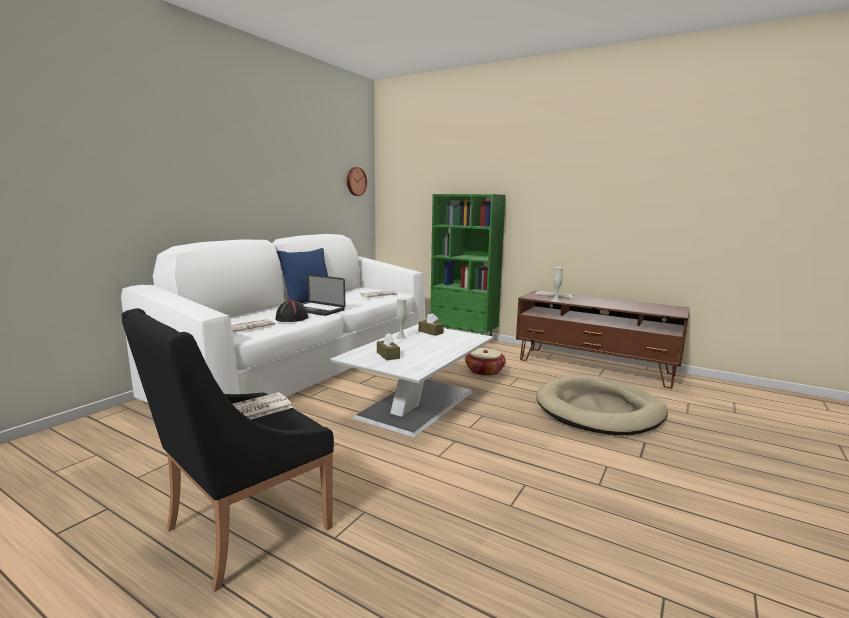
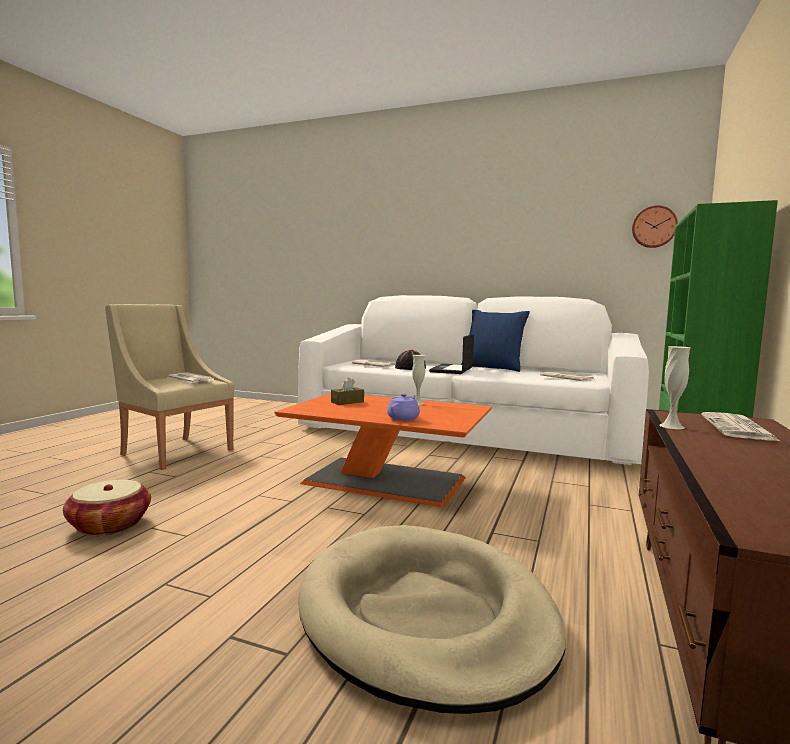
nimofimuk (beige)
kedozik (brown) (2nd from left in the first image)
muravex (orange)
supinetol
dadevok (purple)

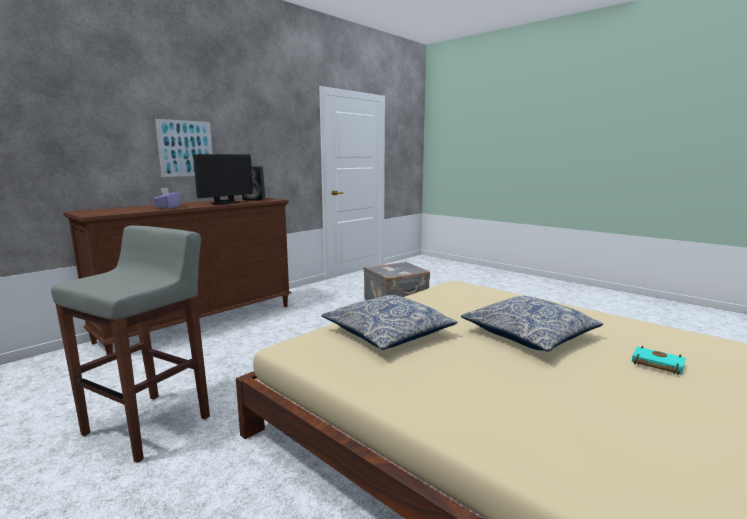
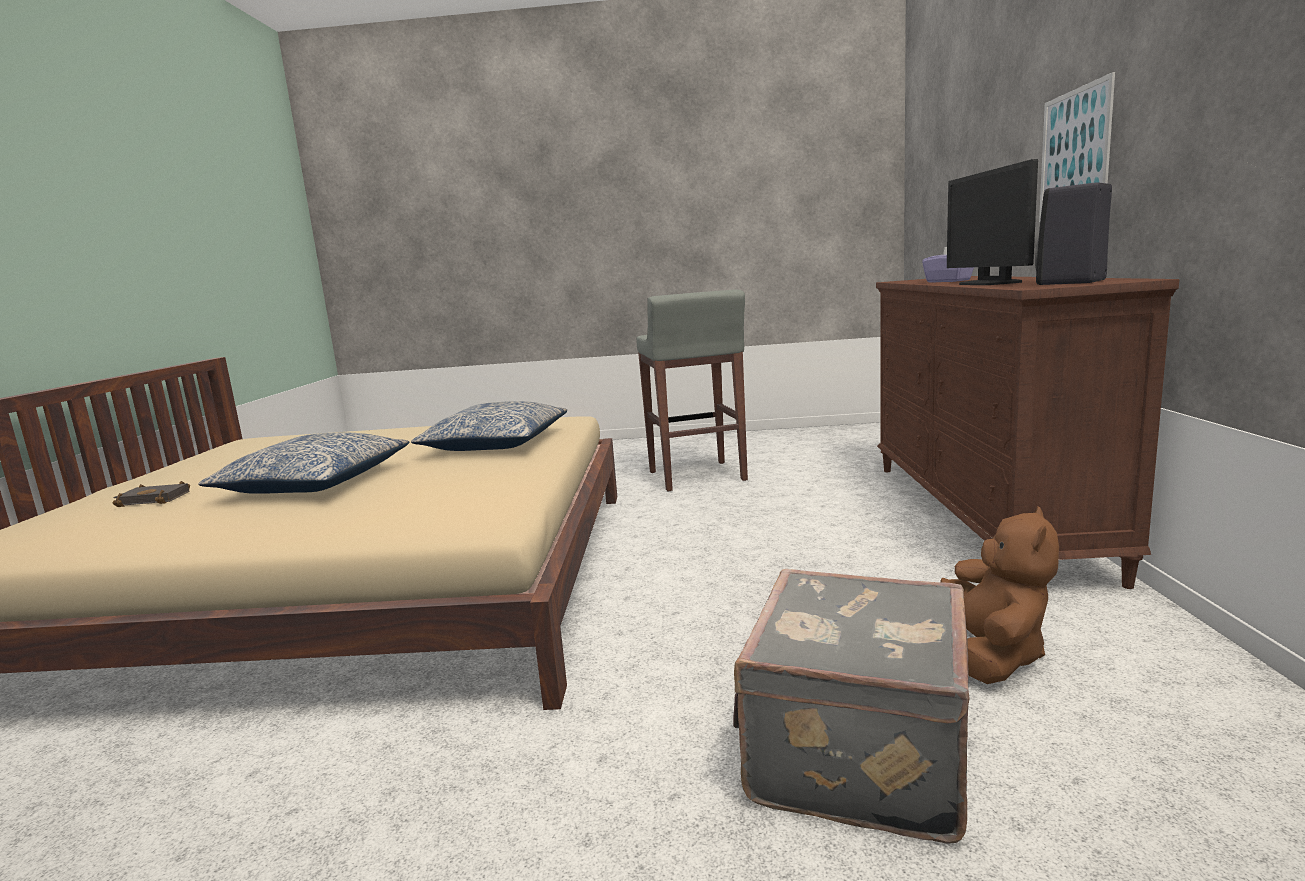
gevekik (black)
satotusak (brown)

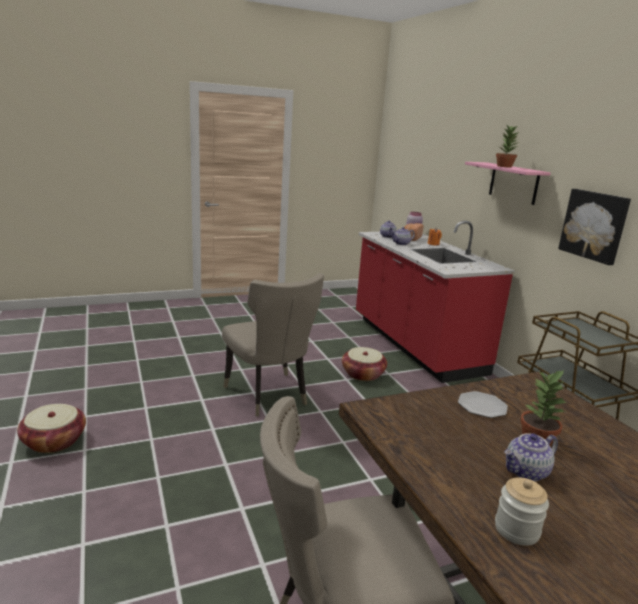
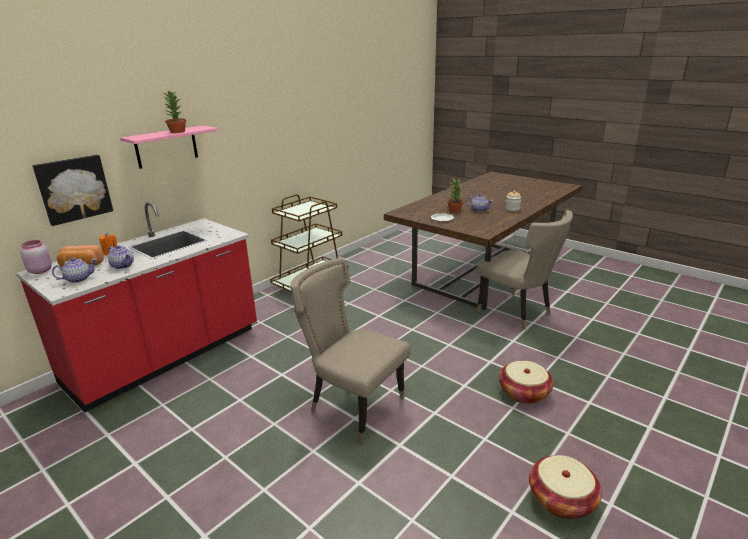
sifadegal
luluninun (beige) (1st from left)
supinetol (1st from left)

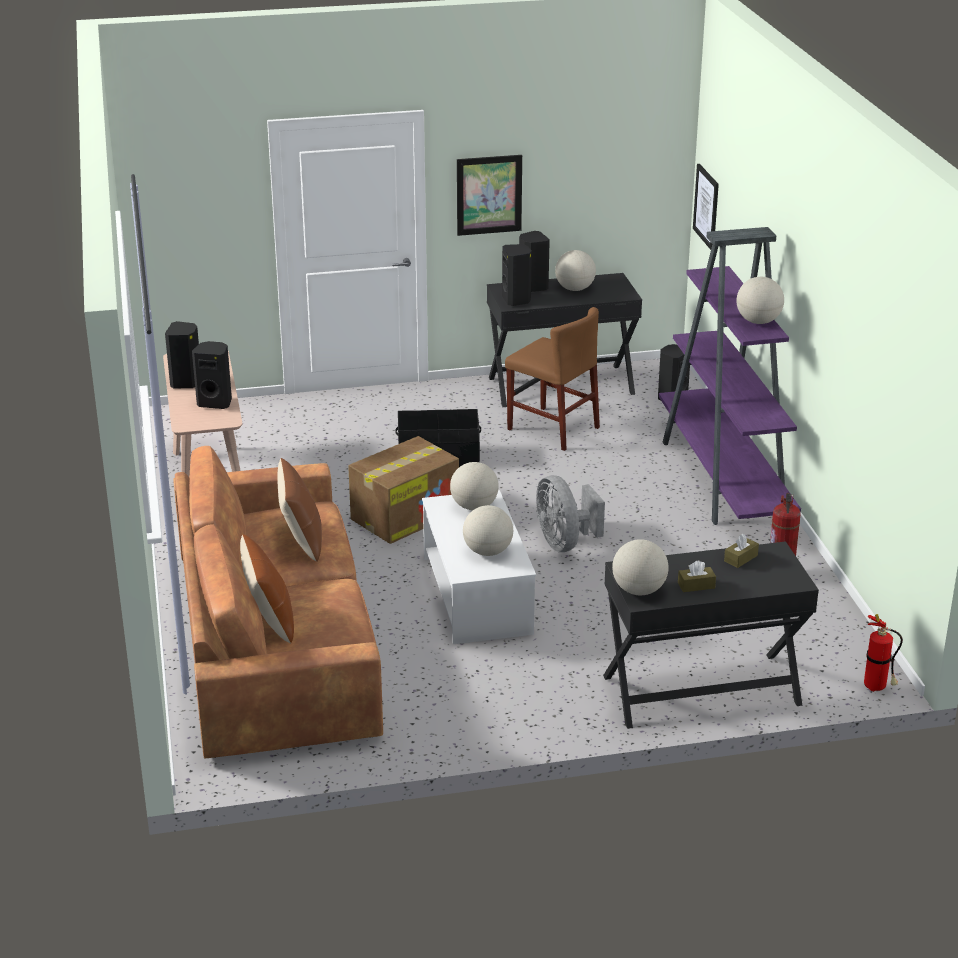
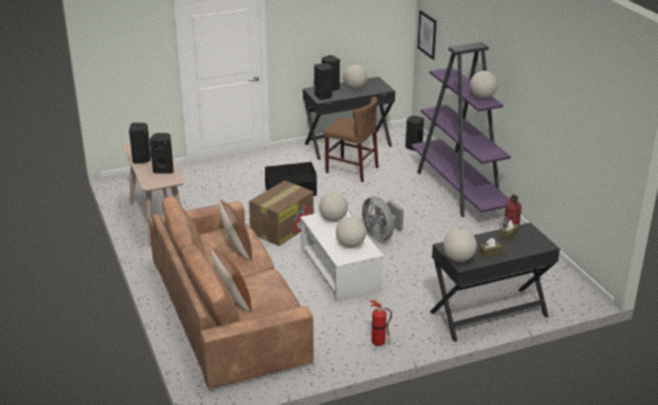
sifadegal (1st from left in the first image)
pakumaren (1st from left)

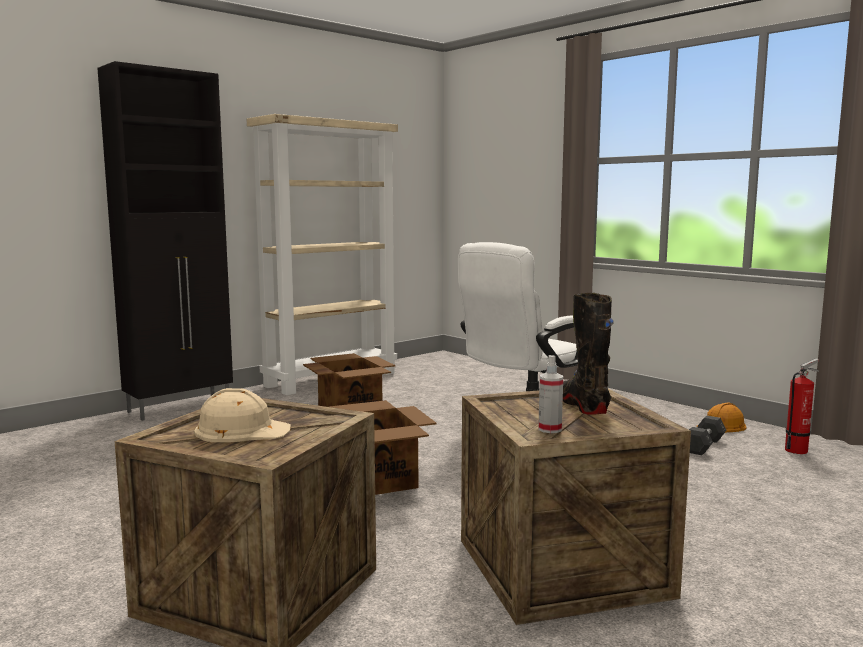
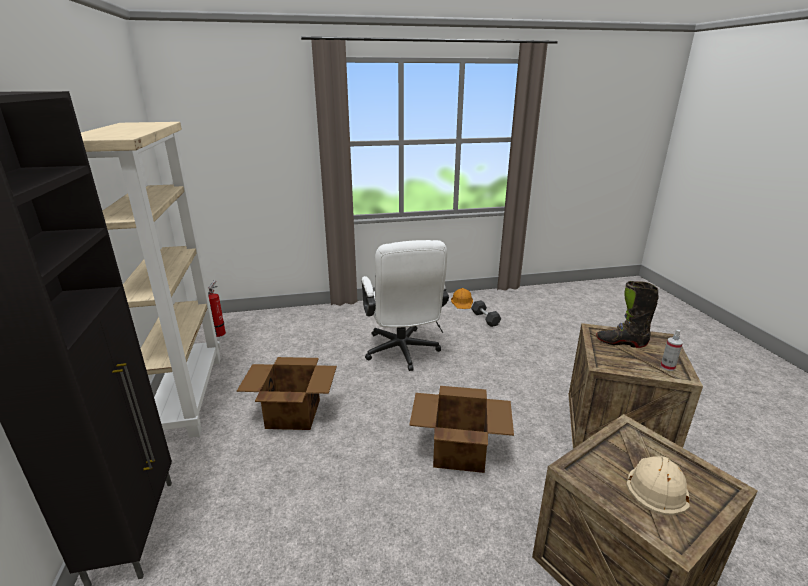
pakumaren

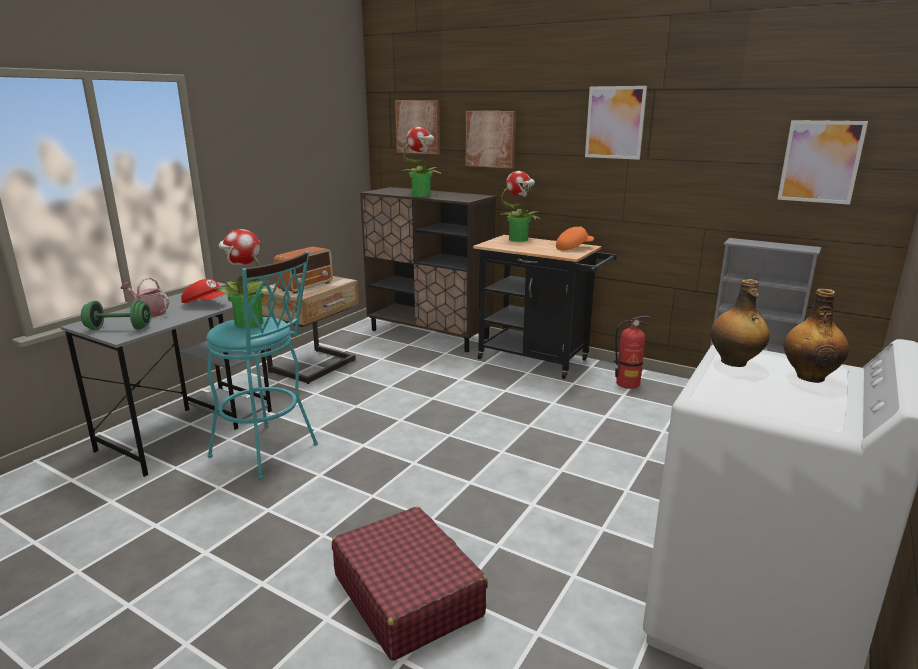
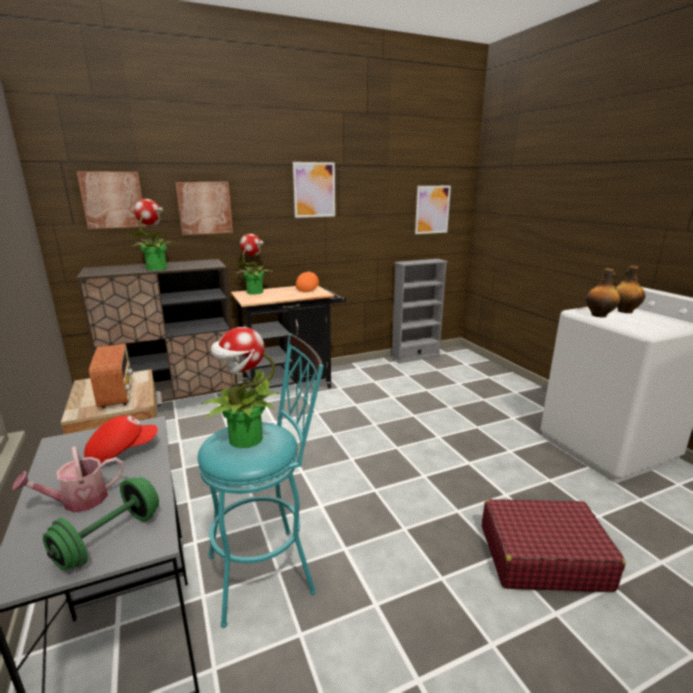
pakumaren

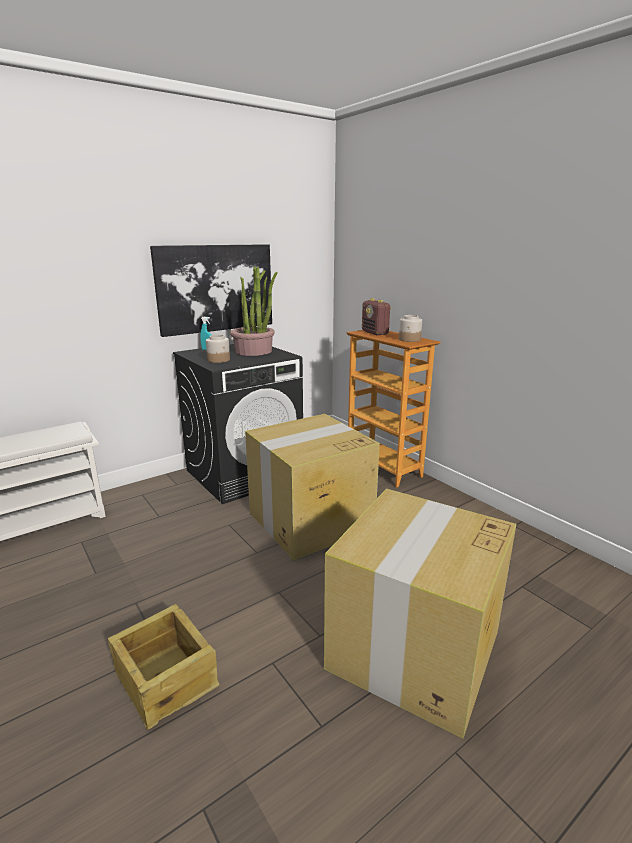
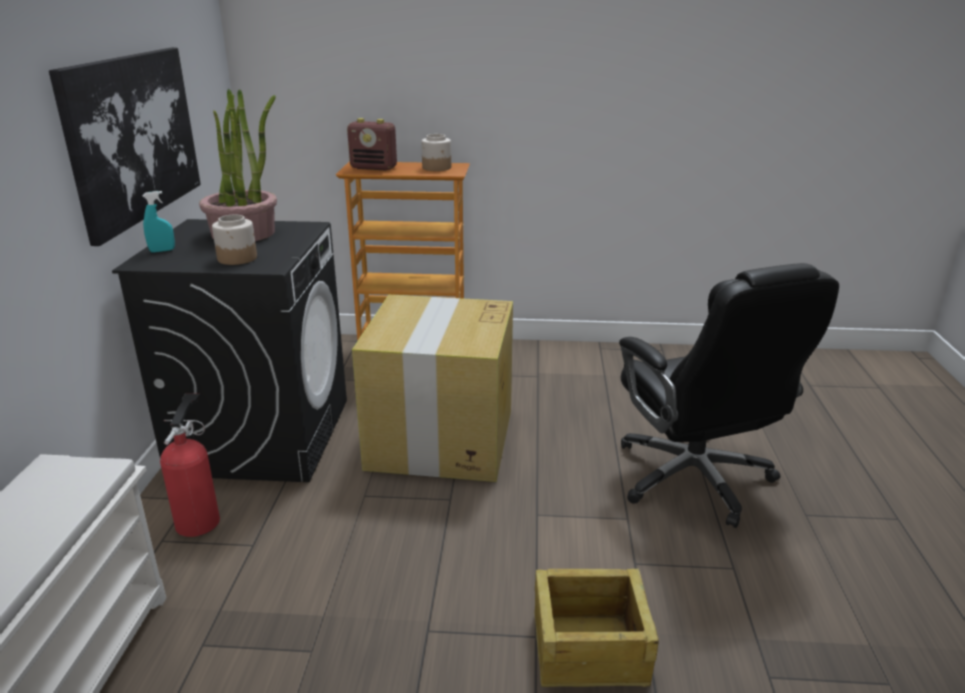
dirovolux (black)
pakumaren

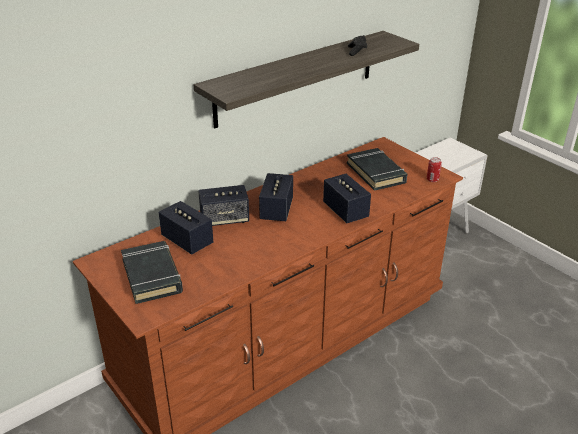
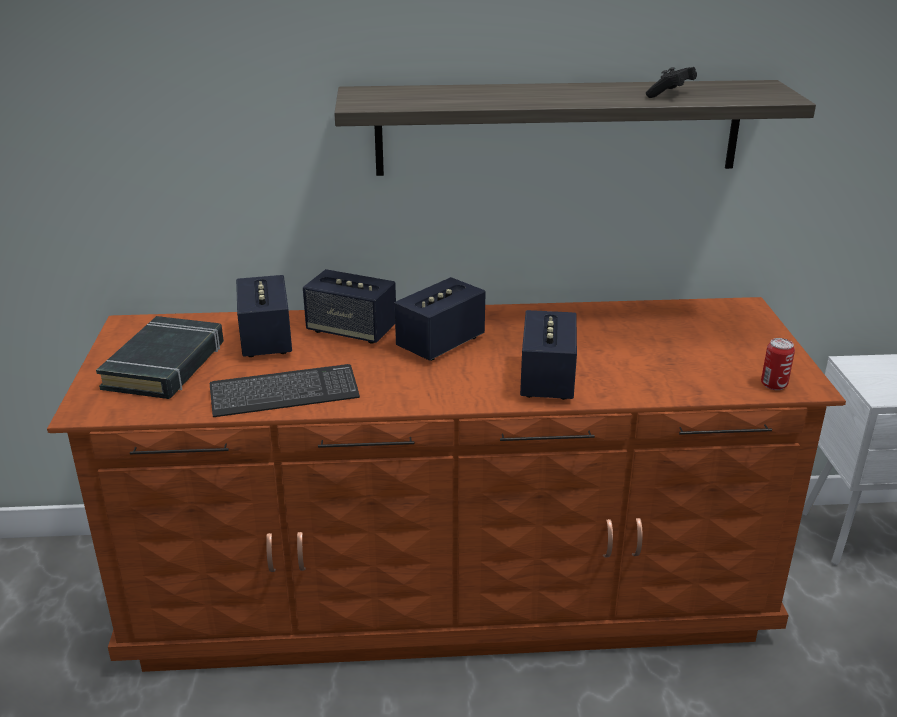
gevekik (black) (2nd from left in the first image)
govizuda

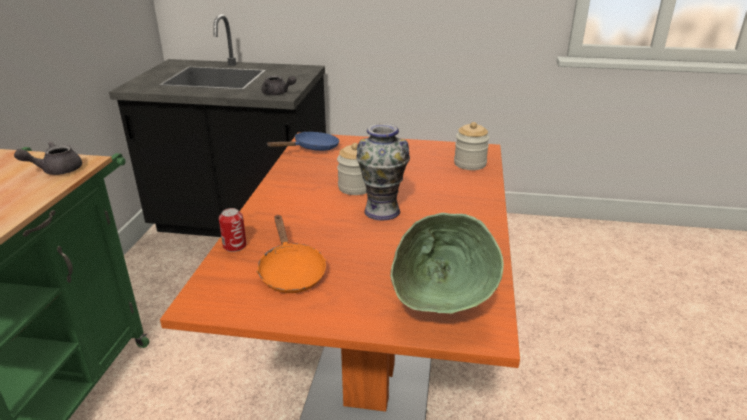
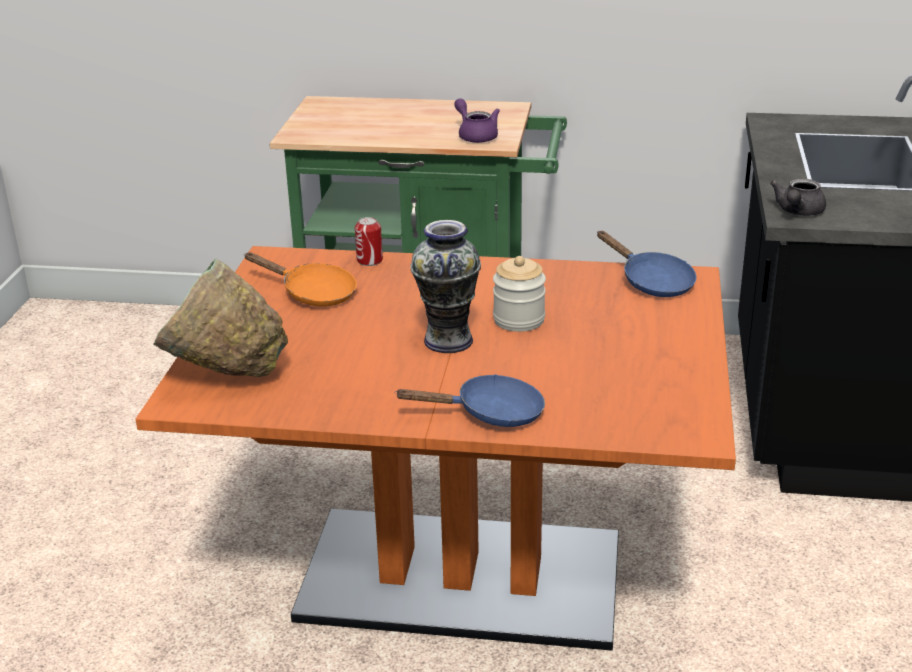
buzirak (2nd from left in the first image)
dadevok (purple)
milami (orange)
milami (blue) (1st from left)

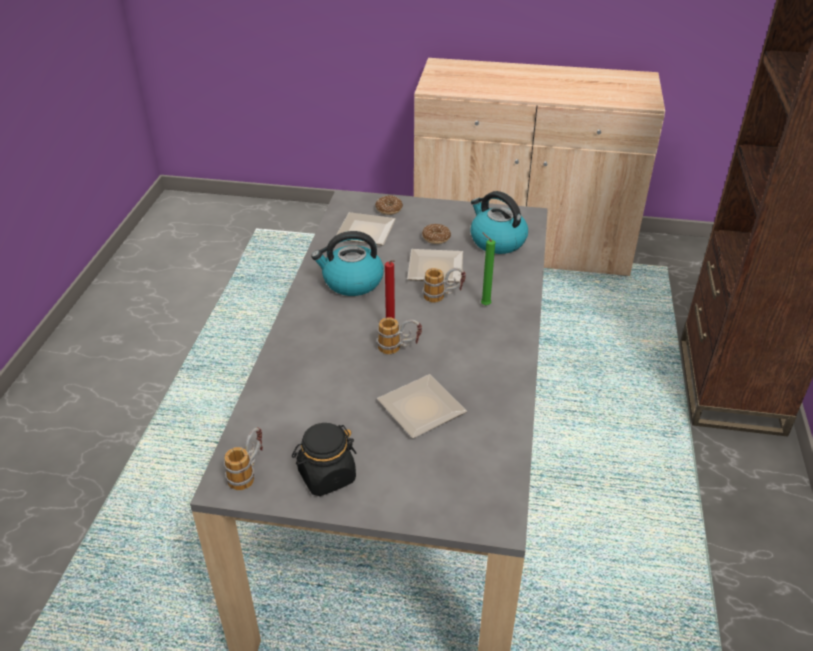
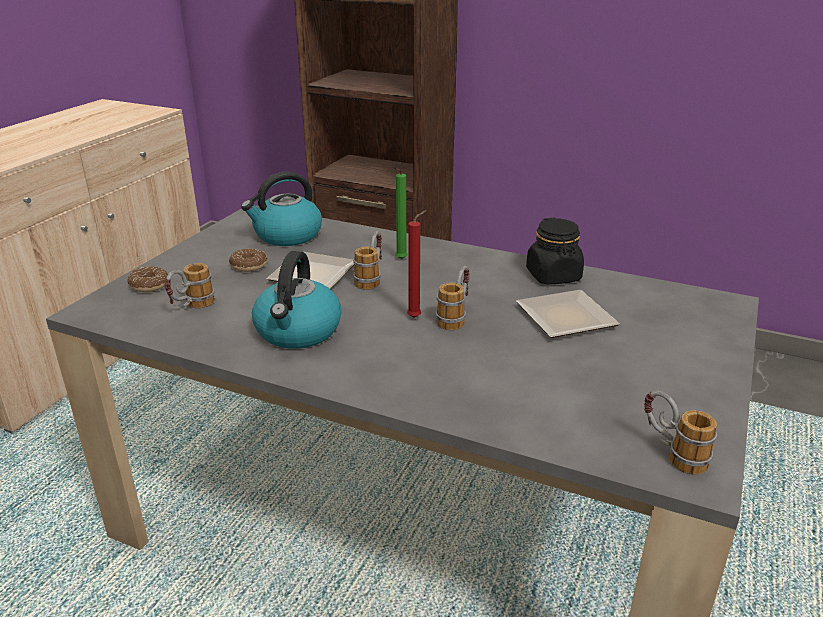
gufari (1st from left)
buzirak (black)

